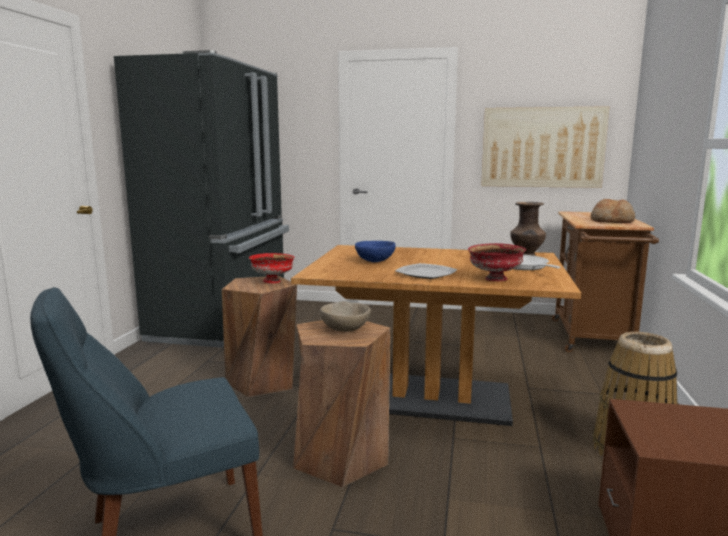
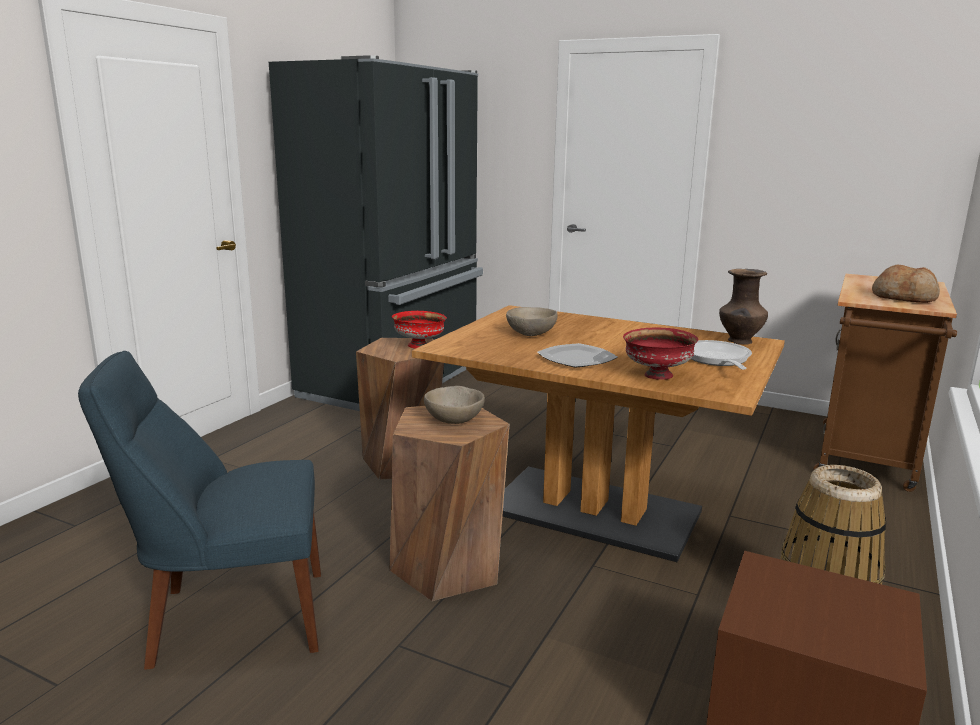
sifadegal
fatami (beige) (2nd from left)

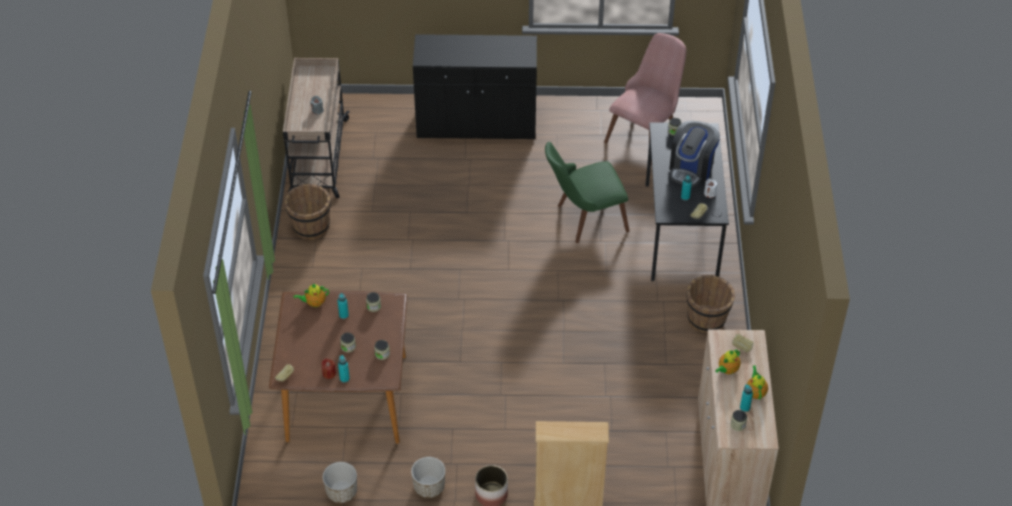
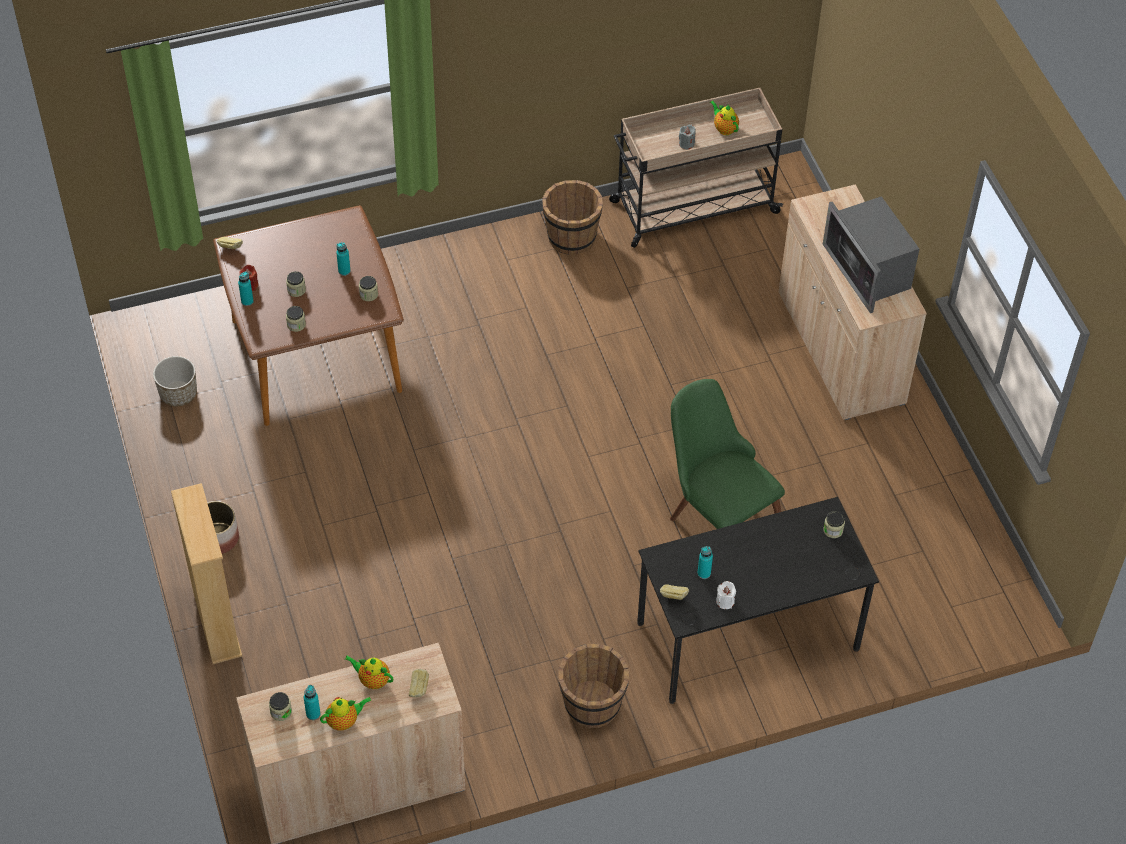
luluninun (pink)
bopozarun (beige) (2nd from left)
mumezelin
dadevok (3rd from left)
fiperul (2nd from left in the first image)
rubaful

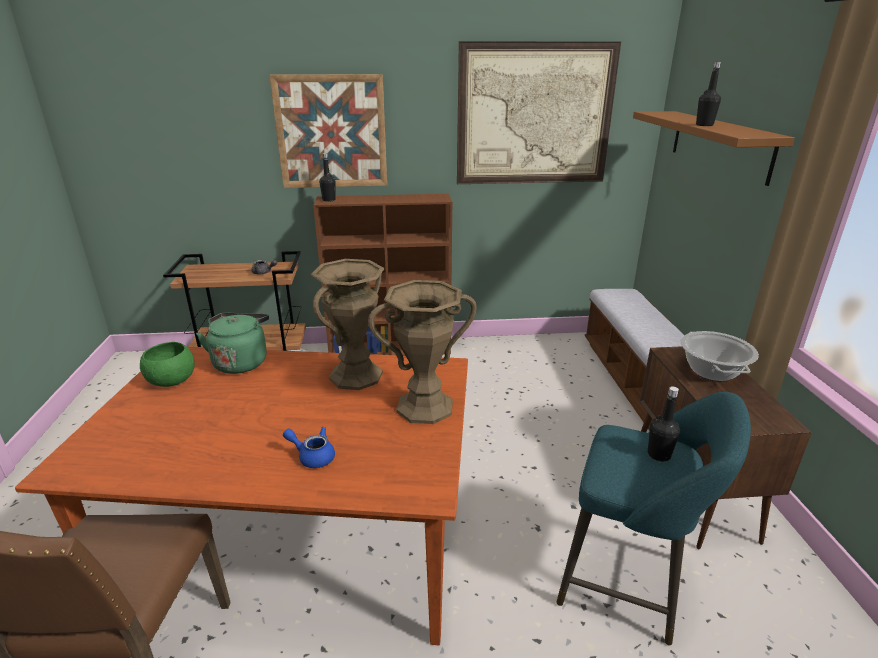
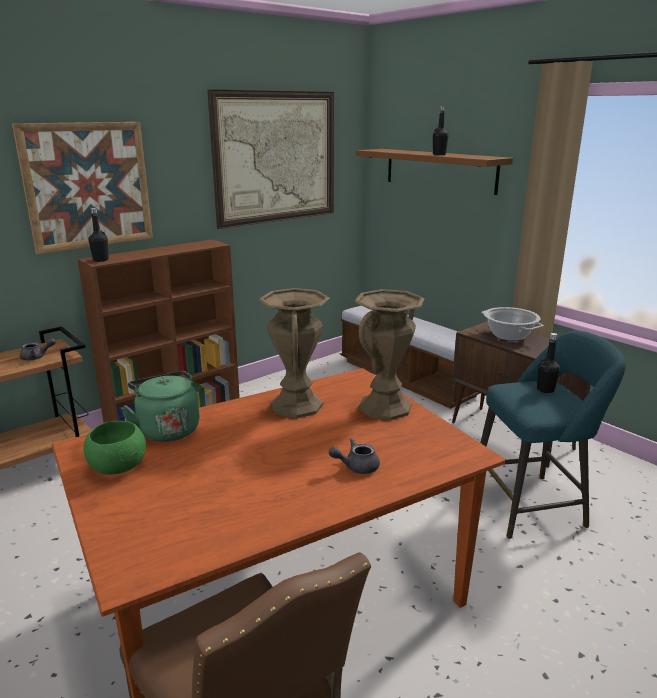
dadevok (grey) (2nd from left)

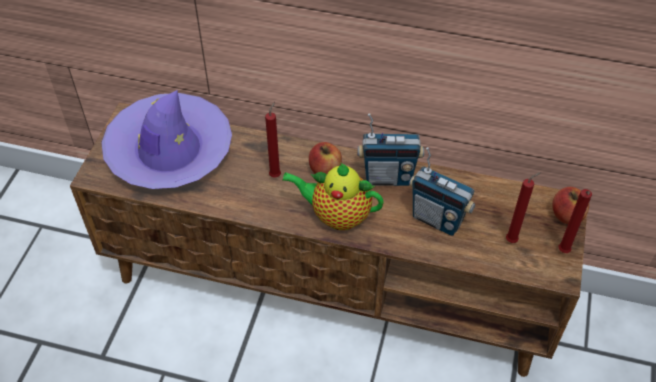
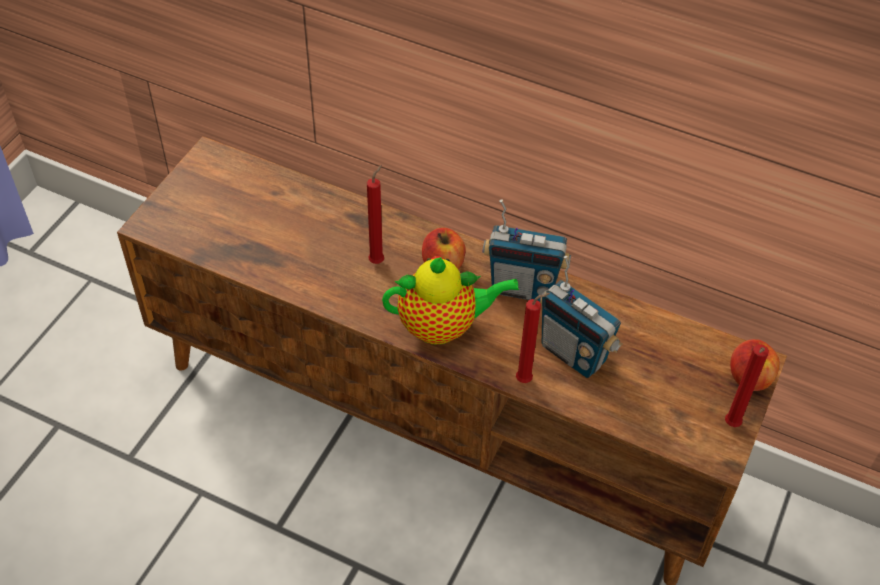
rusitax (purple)
dadevok
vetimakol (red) (2nd from left)

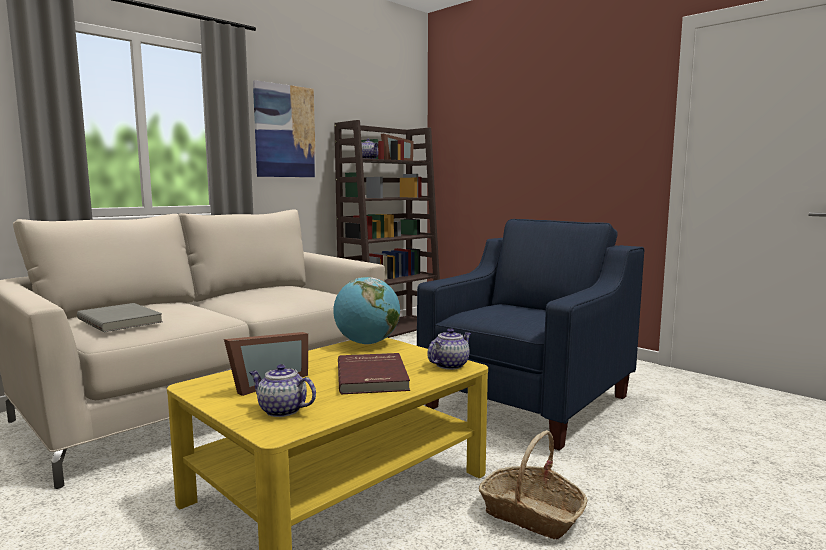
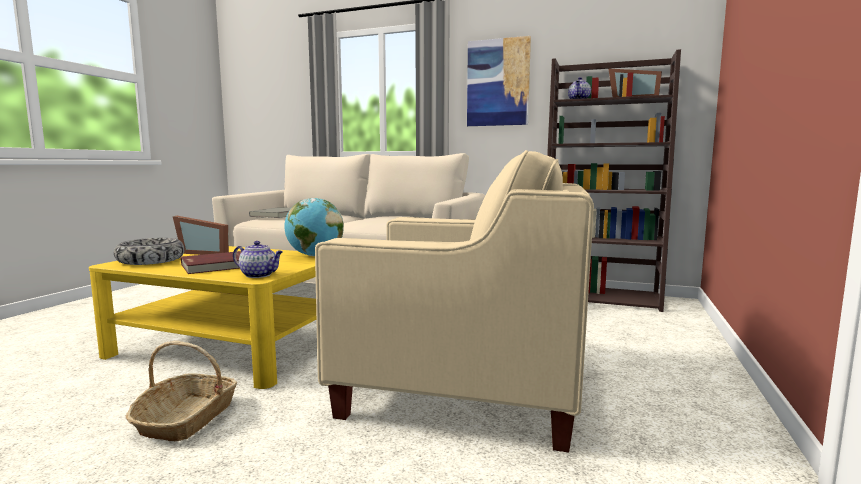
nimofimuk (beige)
fatami

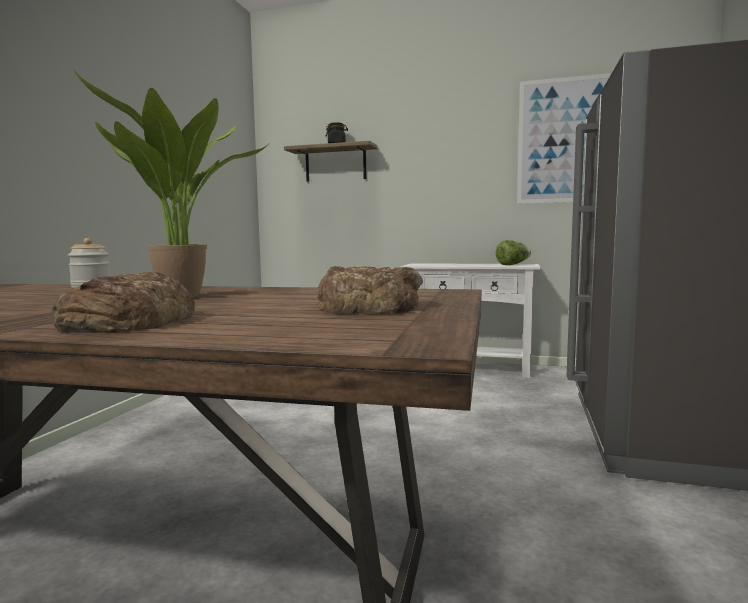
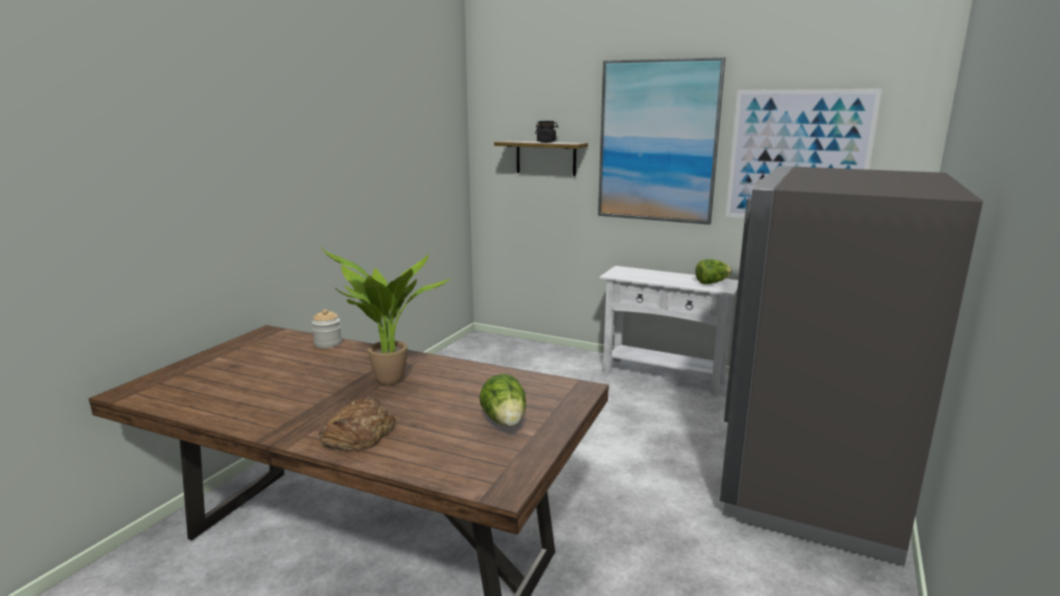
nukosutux (1st from left)
sifadegal (1st from left)

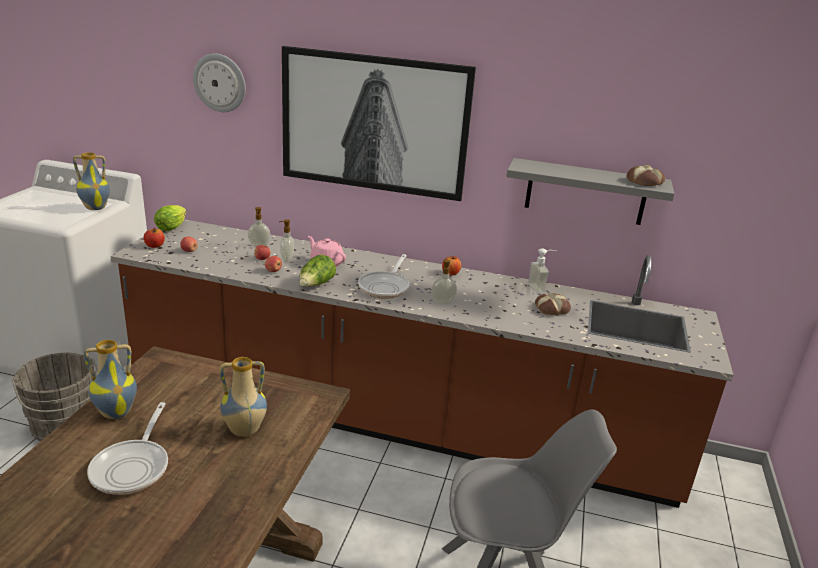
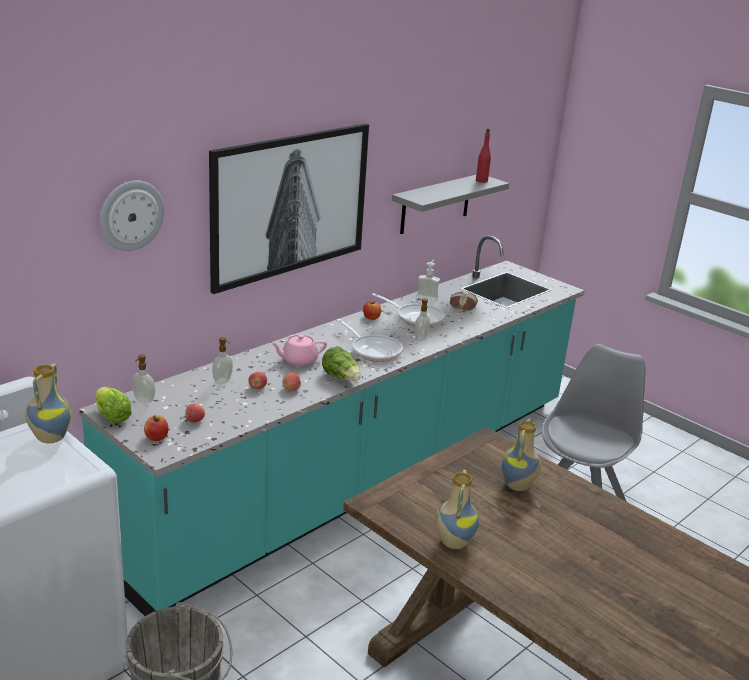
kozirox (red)
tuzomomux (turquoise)
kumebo (1st from left)
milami (2nd from left)

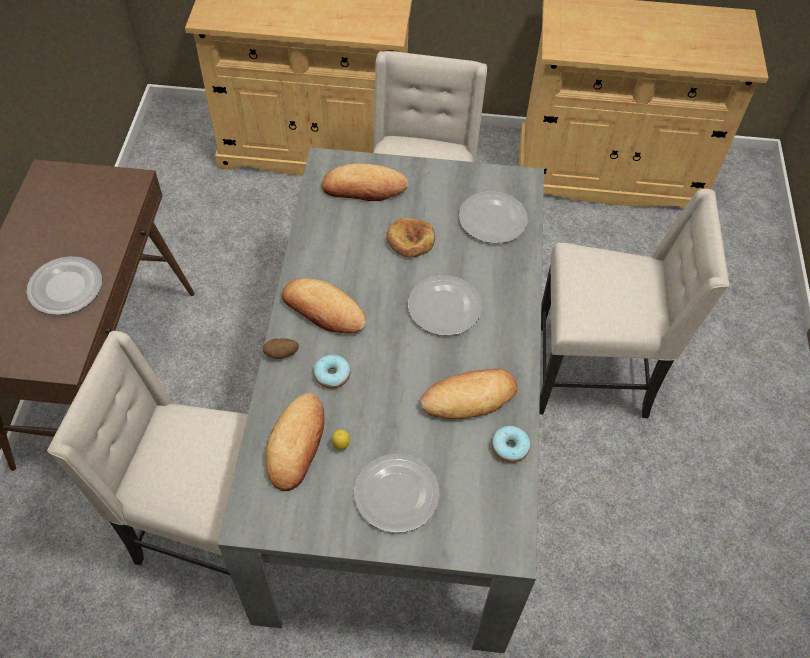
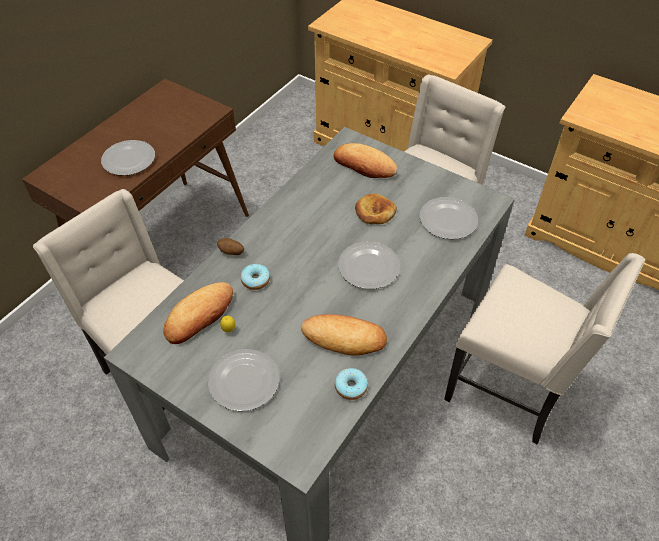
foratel (2nd from left in the first image)

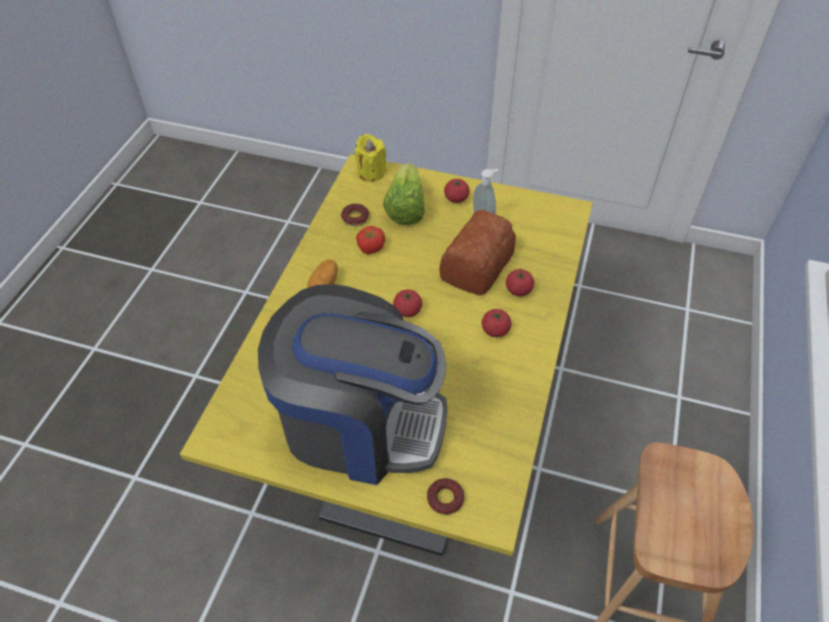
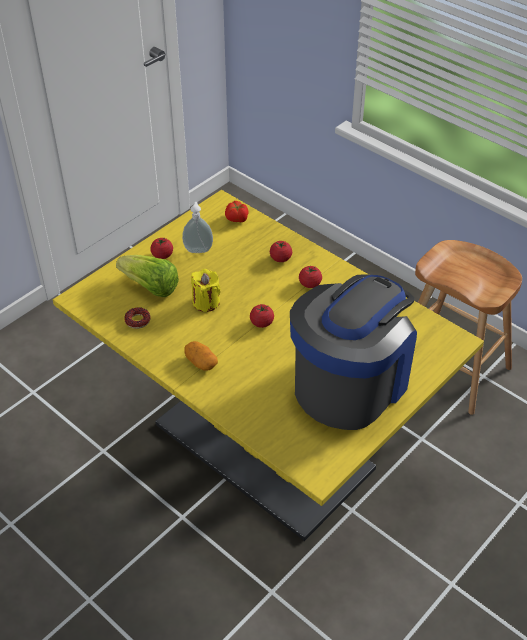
vetimakol (yellow)
foratel
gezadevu (2nd from left)
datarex (2nd from left in the first image)

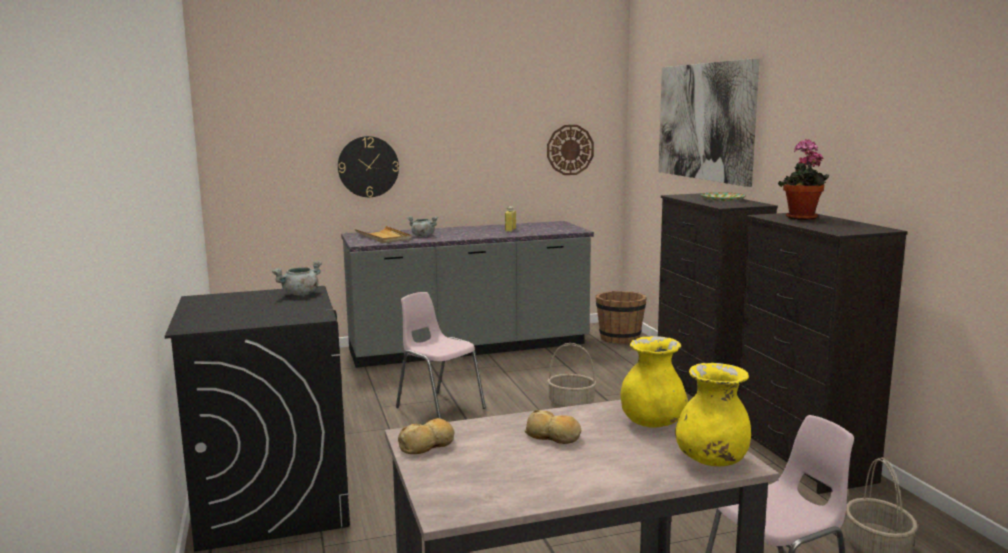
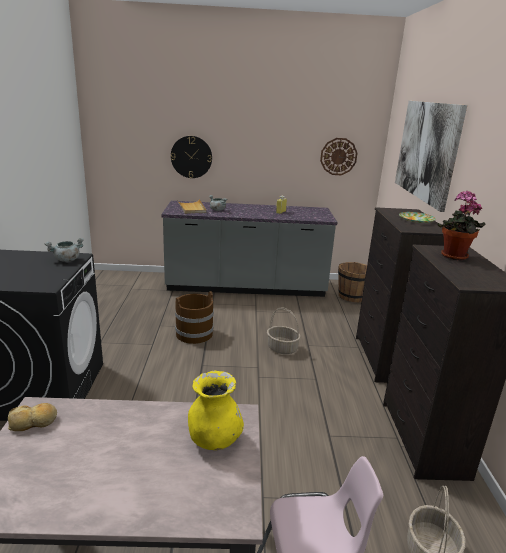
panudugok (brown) (1st from left)
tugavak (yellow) (2nd from left in the first image)
foratel (2nd from left in the first image)

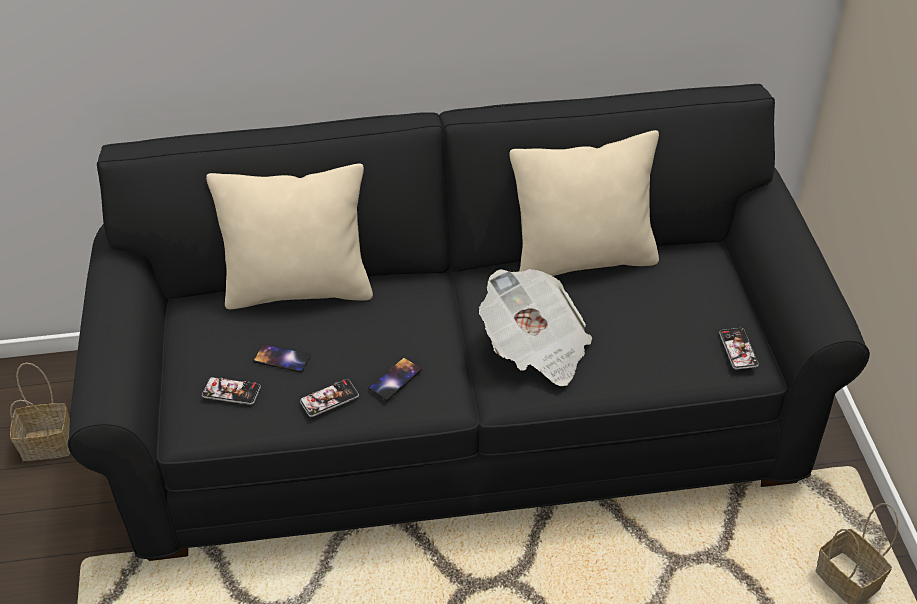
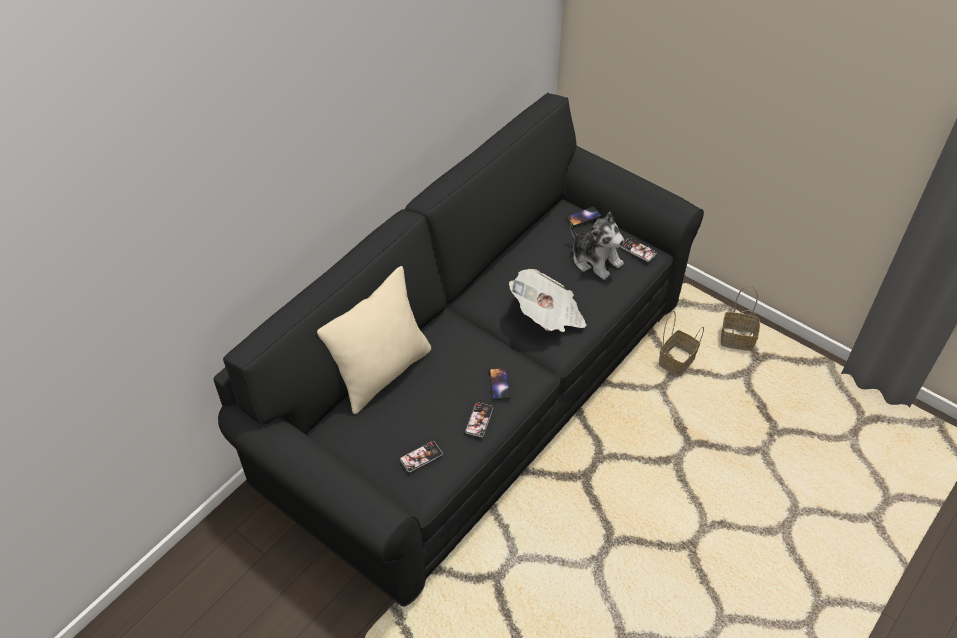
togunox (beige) (2nd from left in the first image)
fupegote (4th from left)
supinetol (1st from left)
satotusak

